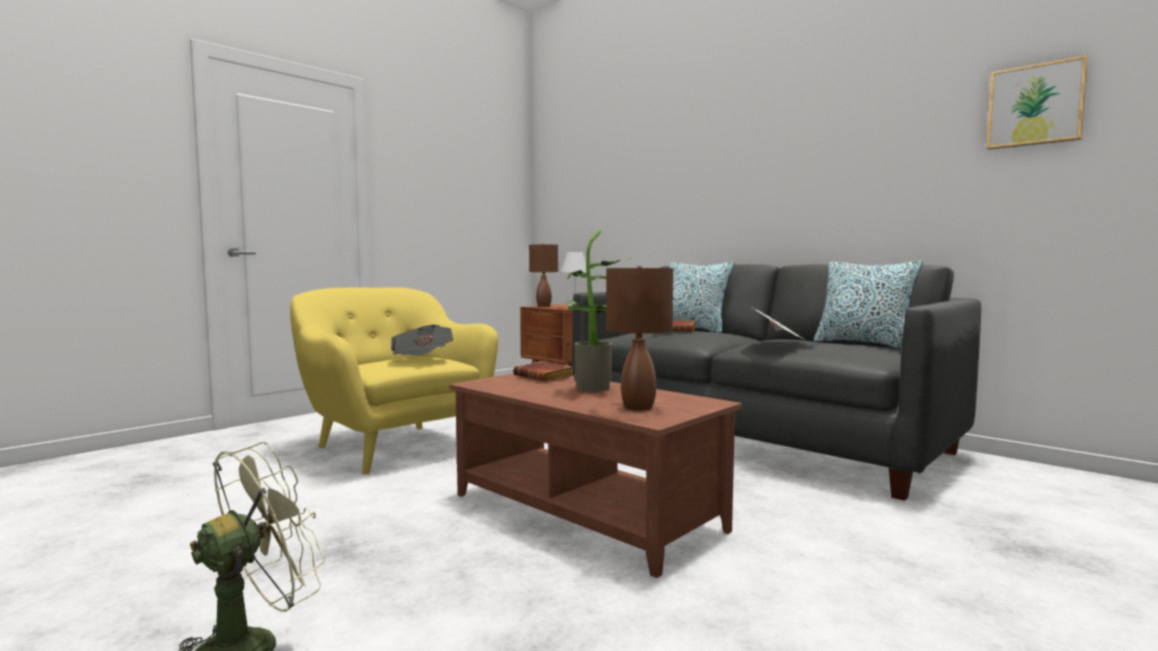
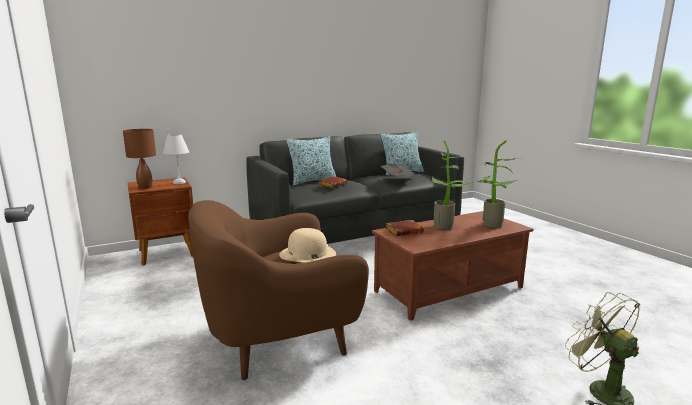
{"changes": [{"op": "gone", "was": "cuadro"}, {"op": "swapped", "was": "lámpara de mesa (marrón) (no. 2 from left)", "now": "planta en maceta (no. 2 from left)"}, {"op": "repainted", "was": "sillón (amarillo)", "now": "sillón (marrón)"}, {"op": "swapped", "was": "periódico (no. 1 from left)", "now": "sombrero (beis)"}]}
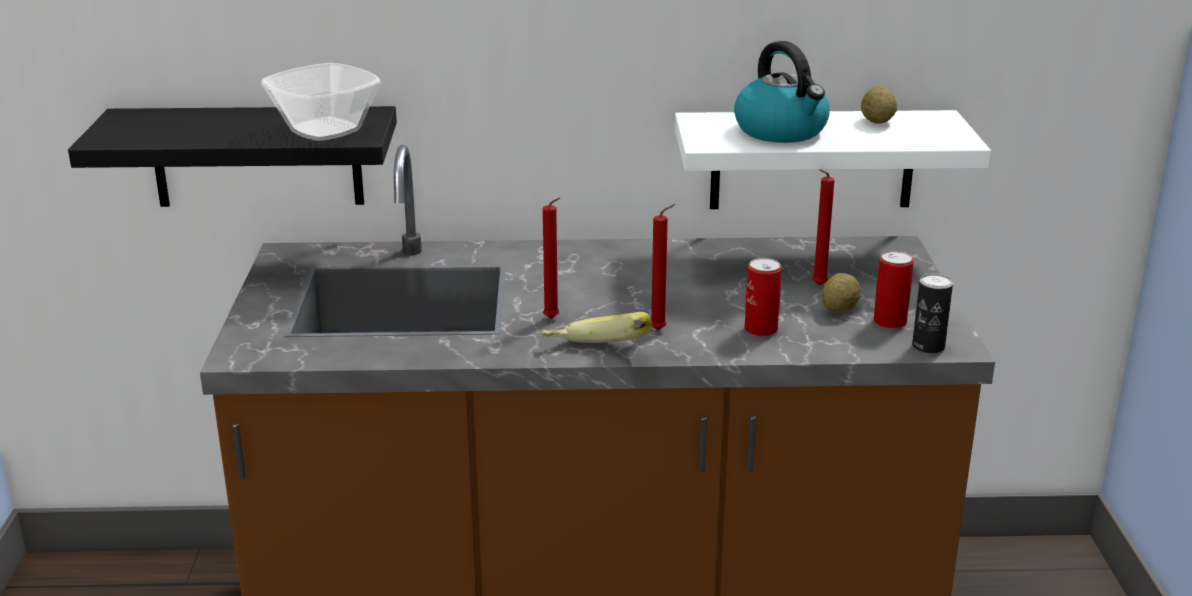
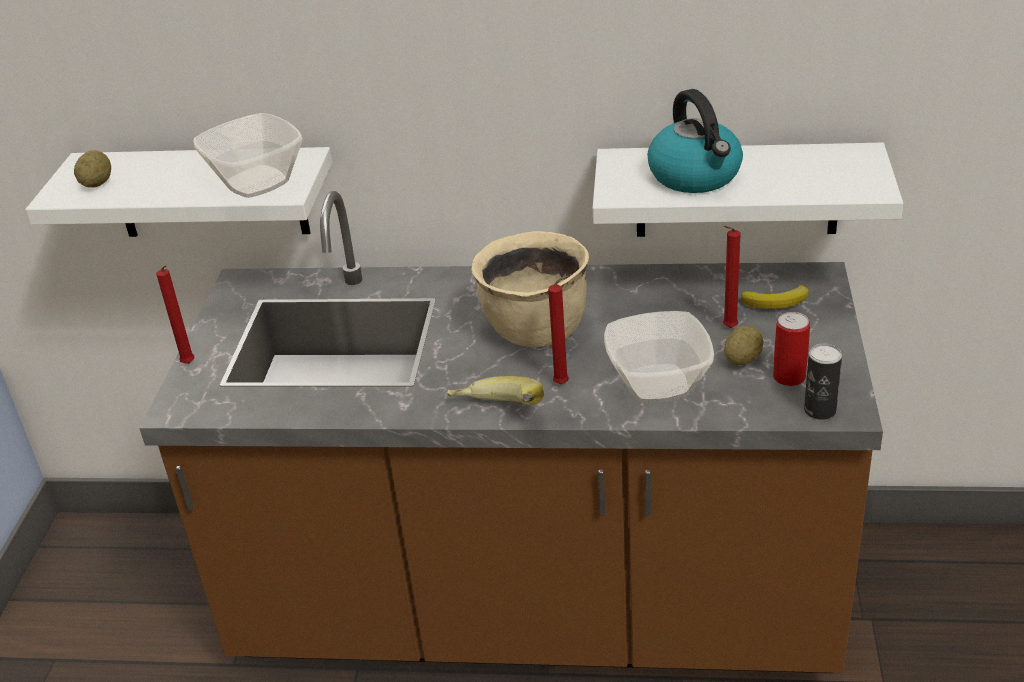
{"changes": [{"op": "shifted", "was": "patata (no. 2 from left in the first image)", "now": "patata (no. 1 from left)"}, {"op": "repainted", "was": "estante (negro)", "now": "estante (blanco) (no. 1 from left)"}, {"op": "shifted", "was": "vela (rojo) (no. 1 from left)"}, {"op": "swapped", "was": "lata (no. 1 from left)", "now": "cuenco (no. 2 from left)"}, {"op": "new", "now": "olla (beis)"}, {"op": "new", "now": "plátano (no. 2 from left)"}]}
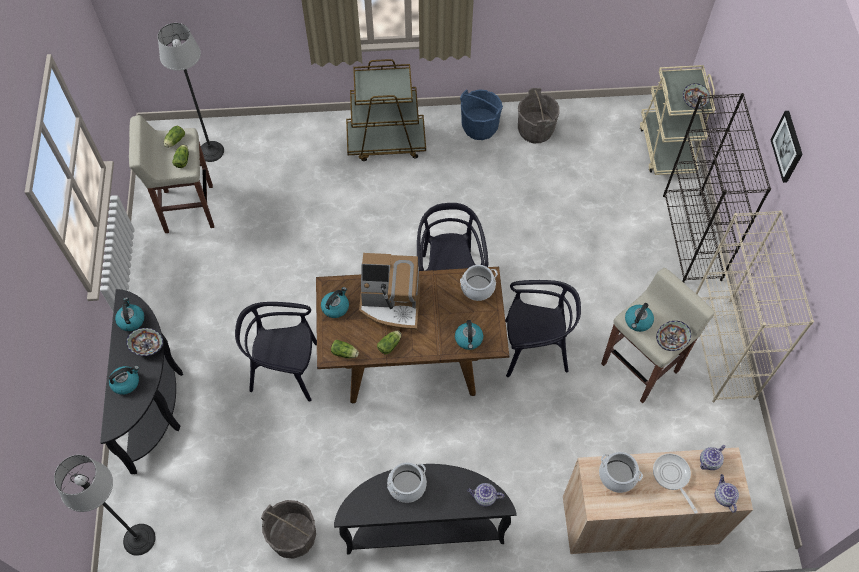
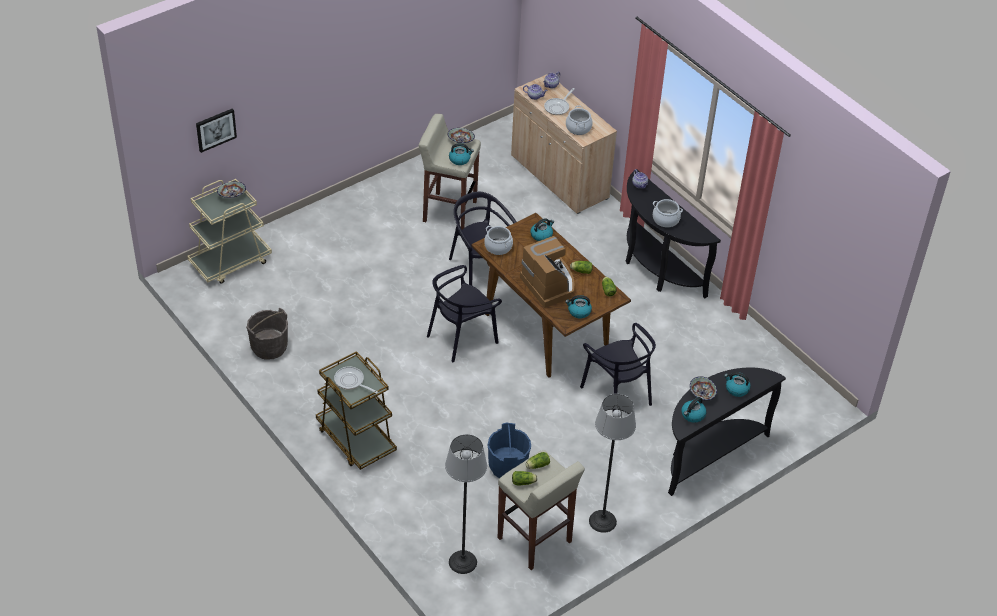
{"changes": [{"op": "shifted", "was": "cubo (azul)"}, {"op": "gone", "was": "estantería (negro)"}, {"op": "shifted", "was": "cuadro"}, {"op": "gone", "was": "estantería (beis)"}, {"op": "shifted", "was": "lámpara de pie (no. 1 from left in the first image)", "now": "lámpara de pie (no. 2 from left)"}, {"op": "gone", "was": "cubo (gris) (no. 1 from left)"}, {"op": "new", "now": "sartén (no. 1 from left)"}]}
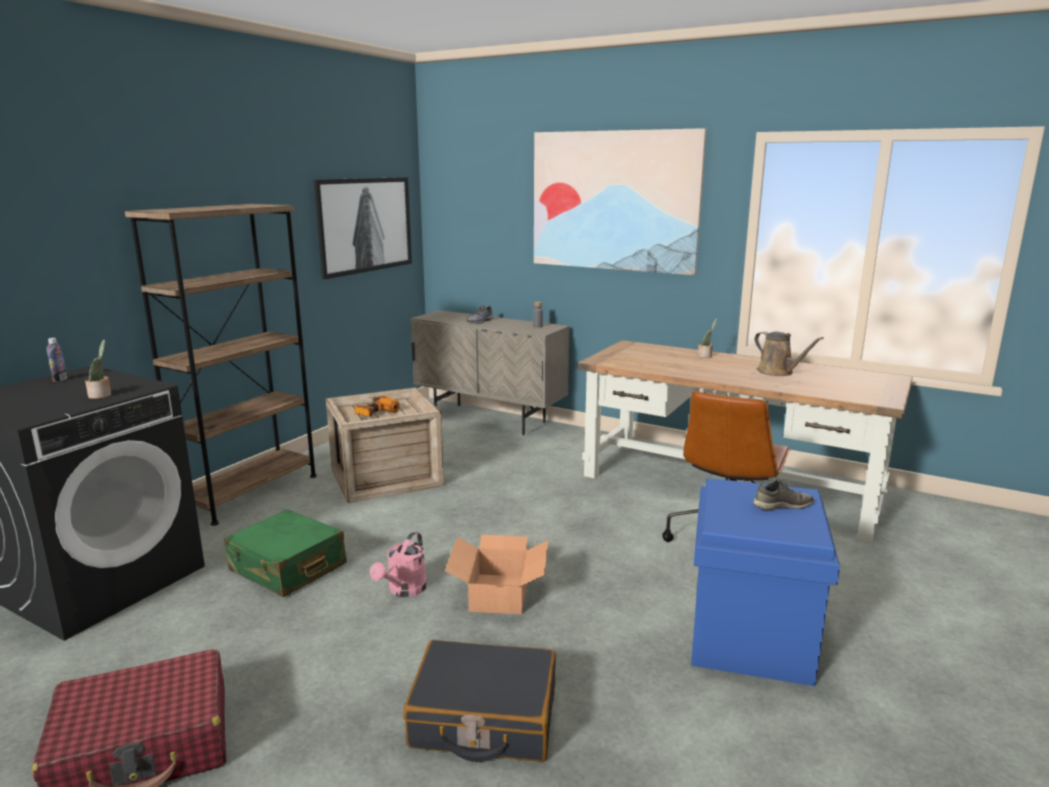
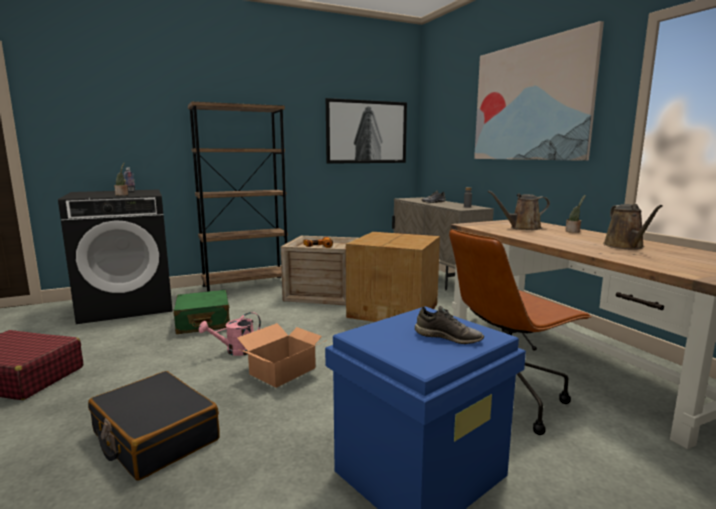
{"changes": [{"op": "new", "now": "regadera (marrón) (no. 1 from left)"}, {"op": "new", "now": "caja de cartón (no. 2 from left)"}]}
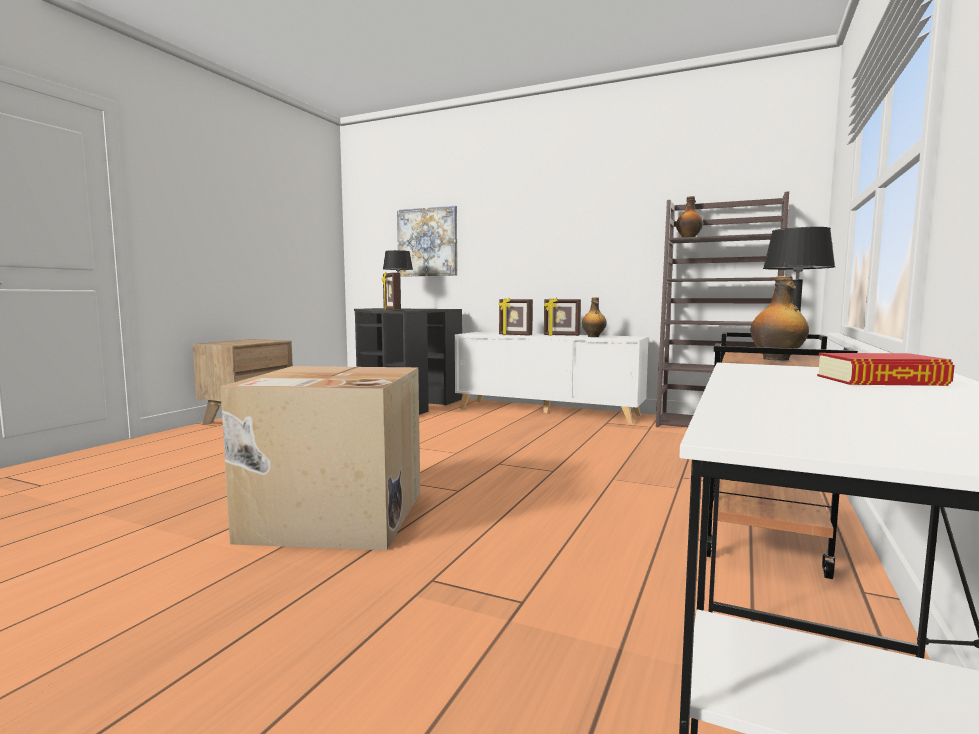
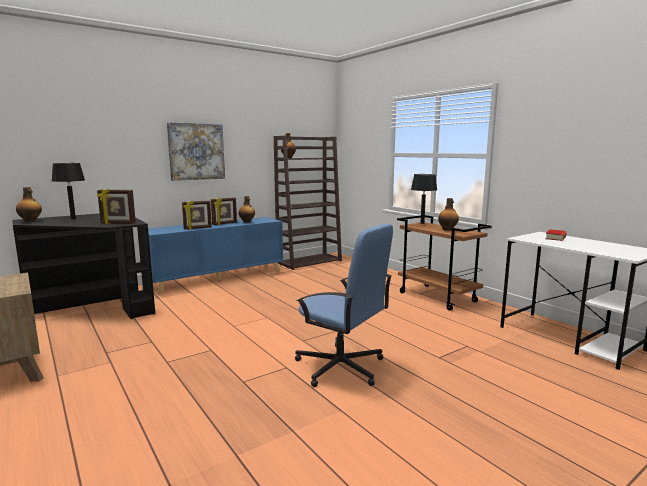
{"changes": [{"op": "shifted", "was": "cuadro"}, {"op": "repainted", "was": "armario (blanco)", "now": "armario (azul)"}, {"op": "swapped", "was": "caja de cartón", "now": "silla de oficina (azul)"}, {"op": "new", "now": "botella (no. 1 from left)"}]}
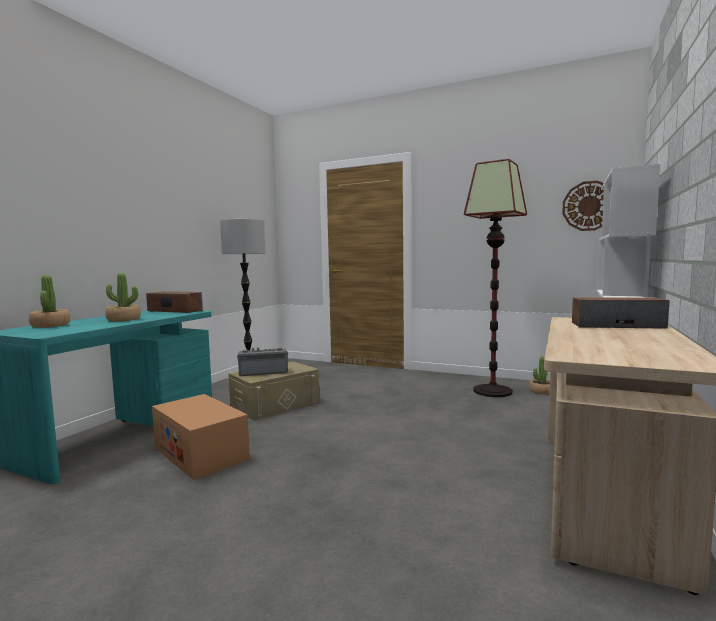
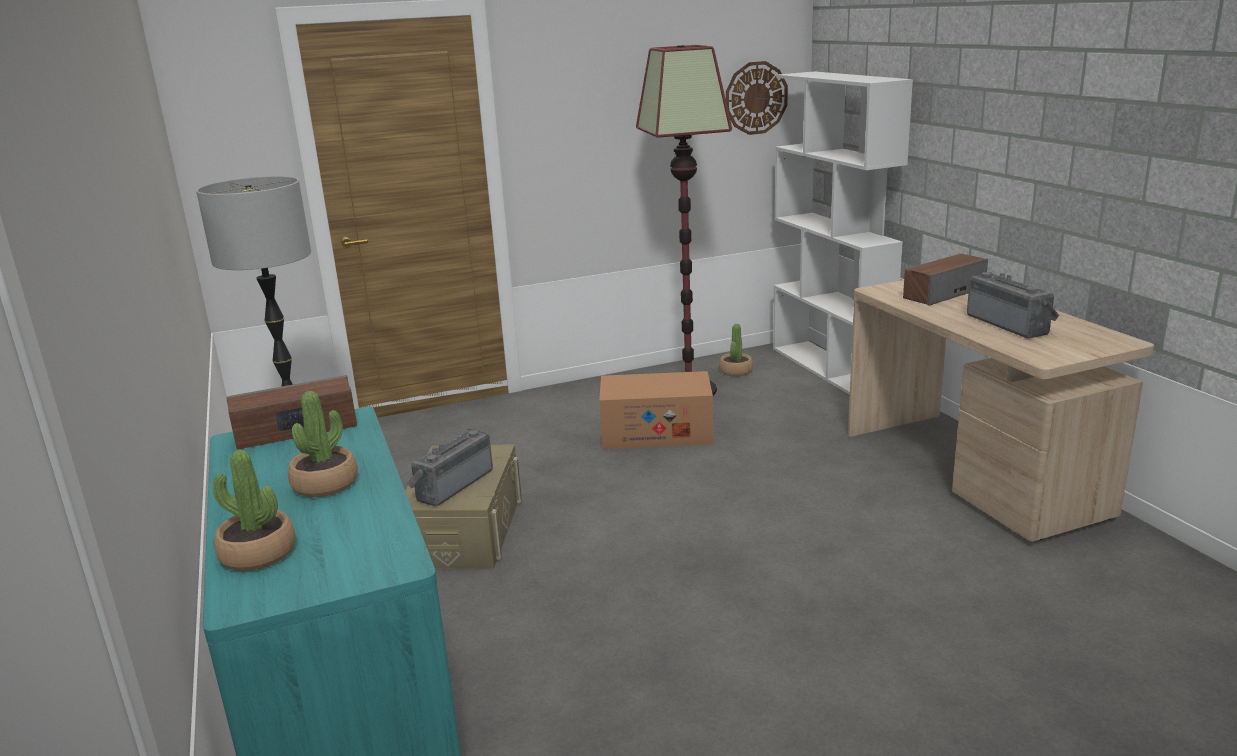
{"changes": [{"op": "shifted", "was": "caja de cartón"}, {"op": "new", "now": "radio (no. 2 from left)"}]}
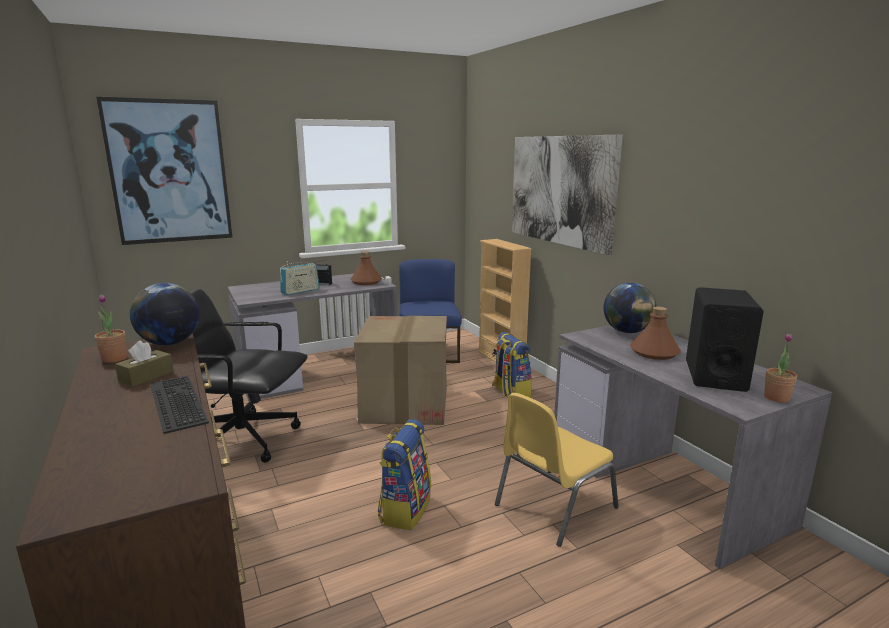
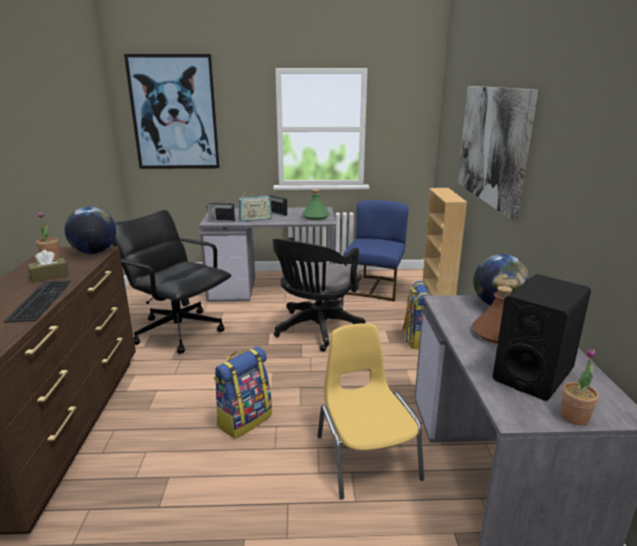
{"changes": [{"op": "repainted", "was": "botella (marrón) (no. 1 from left)", "now": "botella (verde)"}, {"op": "swapped", "was": "caja de cartón", "now": "silla de oficina (negro) (no. 2 from left)"}, {"op": "rotated", "was": "silla (amarillo)", "clockwise": 90}, {"op": "new", "now": "radio (no. 1 from left)"}]}
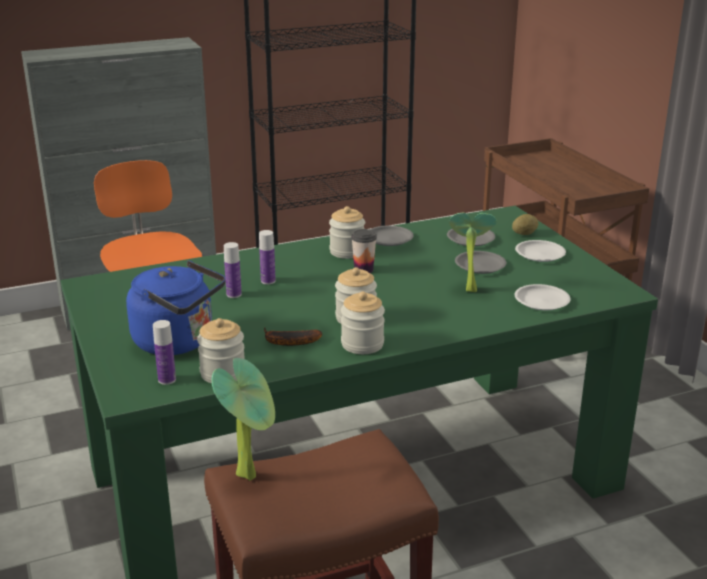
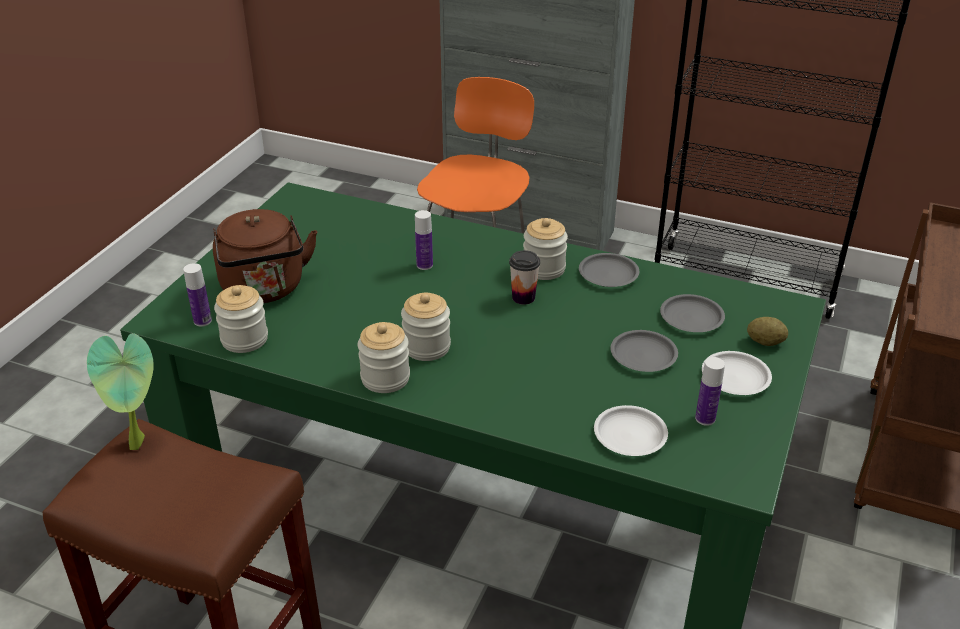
{"changes": [{"op": "gone", "was": "planta en maceta (no. 2 from left)"}, {"op": "shifted", "was": "botella (no. 2 from left in the first image)", "now": "botella (no. 3 from left)"}, {"op": "repainted", "was": "hervidor (azul)", "now": "hervidor (marrón)"}, {"op": "gone", "was": "plátano"}]}
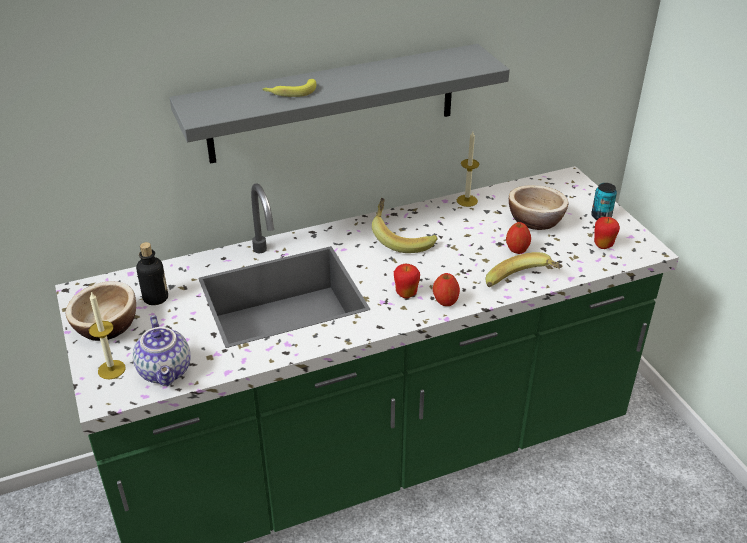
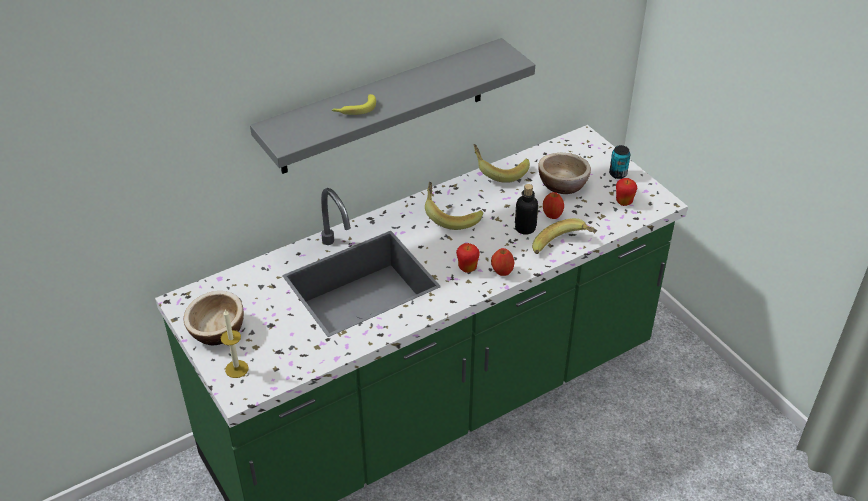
{"changes": [{"op": "swapped", "was": "vela (no. 2 from left)", "now": "plátano (no. 3 from left)"}, {"op": "shifted", "was": "botella"}, {"op": "gone", "was": "tetera"}]}
